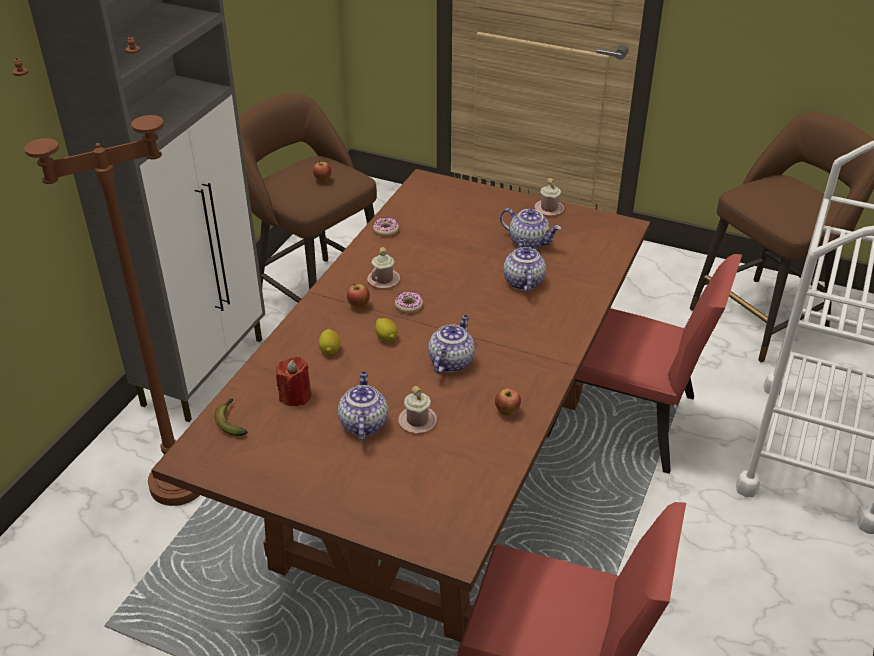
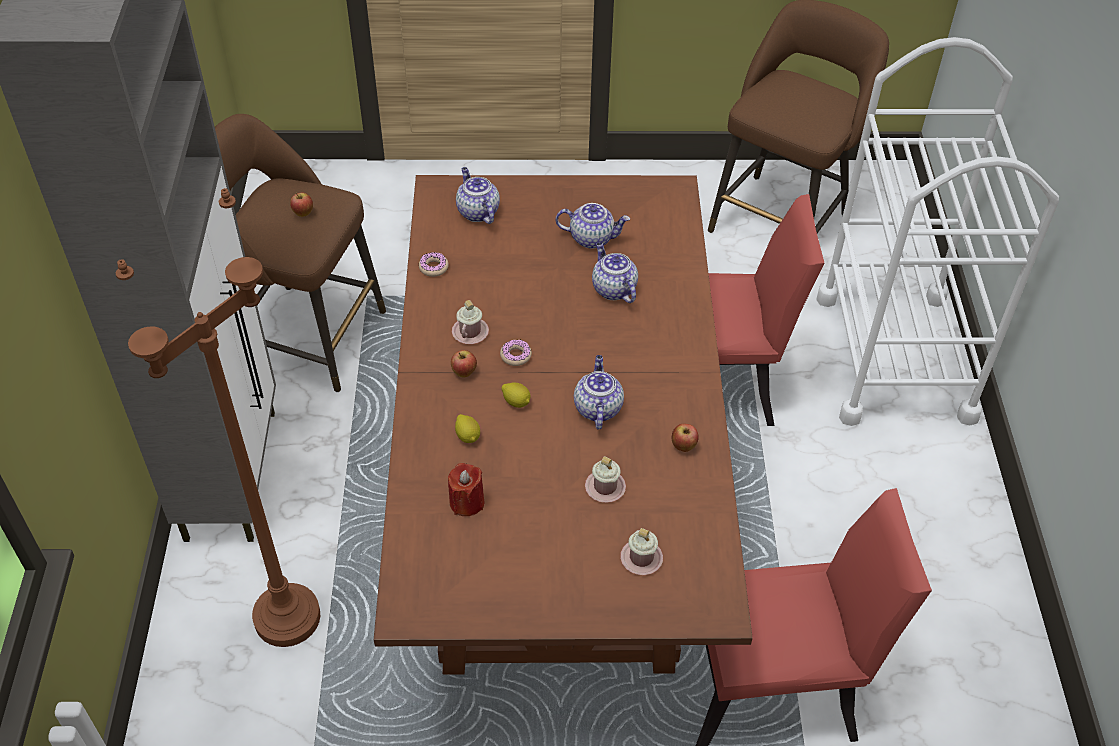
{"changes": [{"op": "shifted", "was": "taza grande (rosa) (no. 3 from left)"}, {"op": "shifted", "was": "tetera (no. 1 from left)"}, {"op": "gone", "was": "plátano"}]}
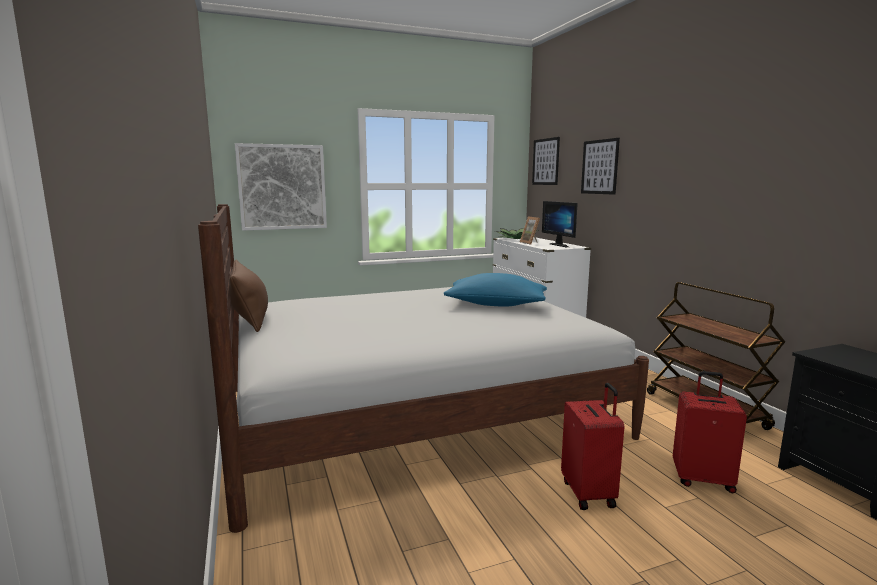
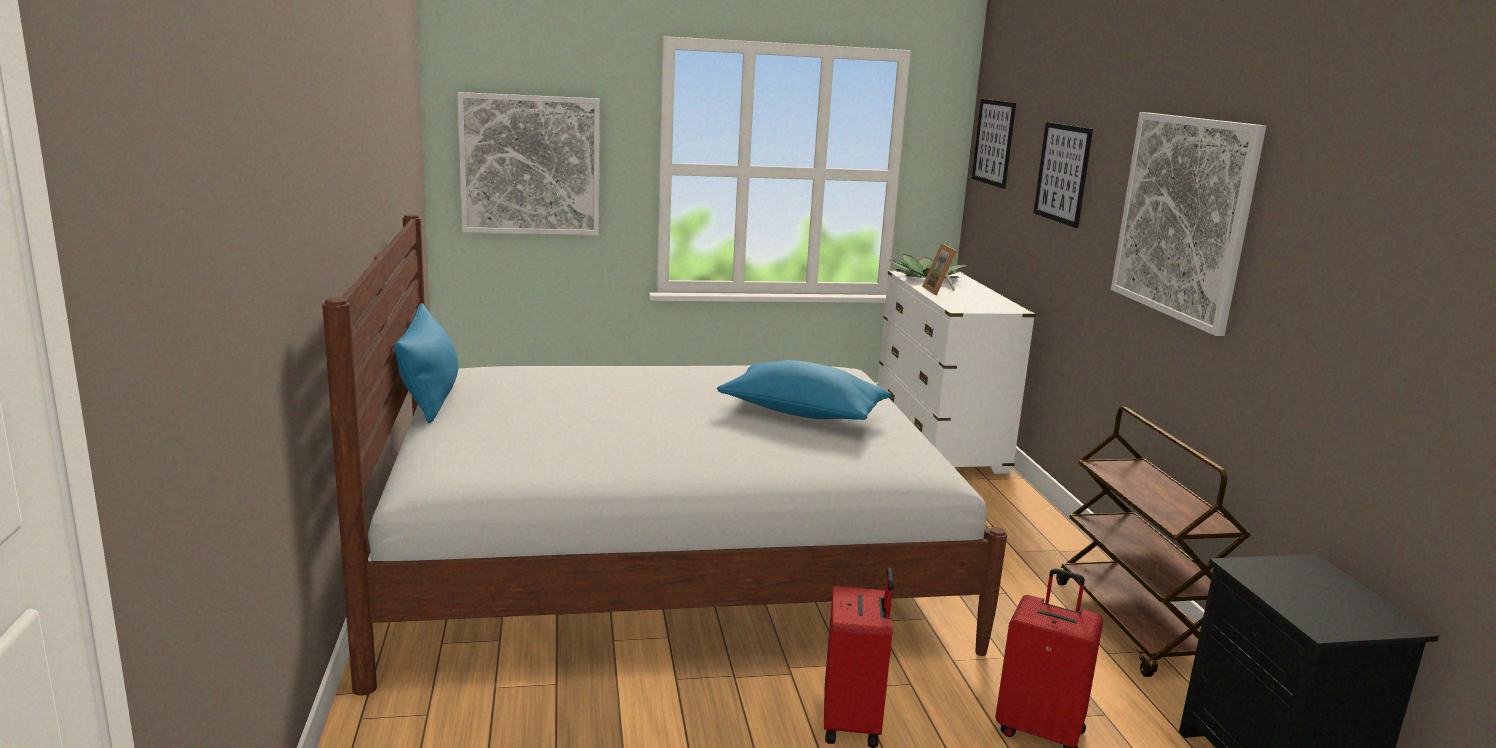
{"changes": [{"op": "gone", "was": "monitor"}, {"op": "repainted", "was": "cojín (marrón)", "now": "cojín (azul) (no. 1 from left)"}, {"op": "new", "now": "cuadro (no. 4 from left)"}]}
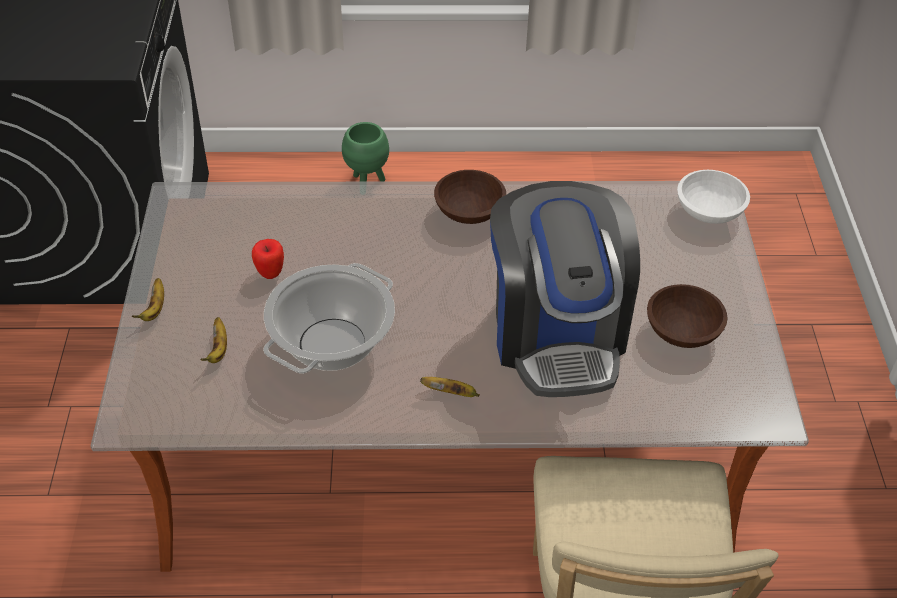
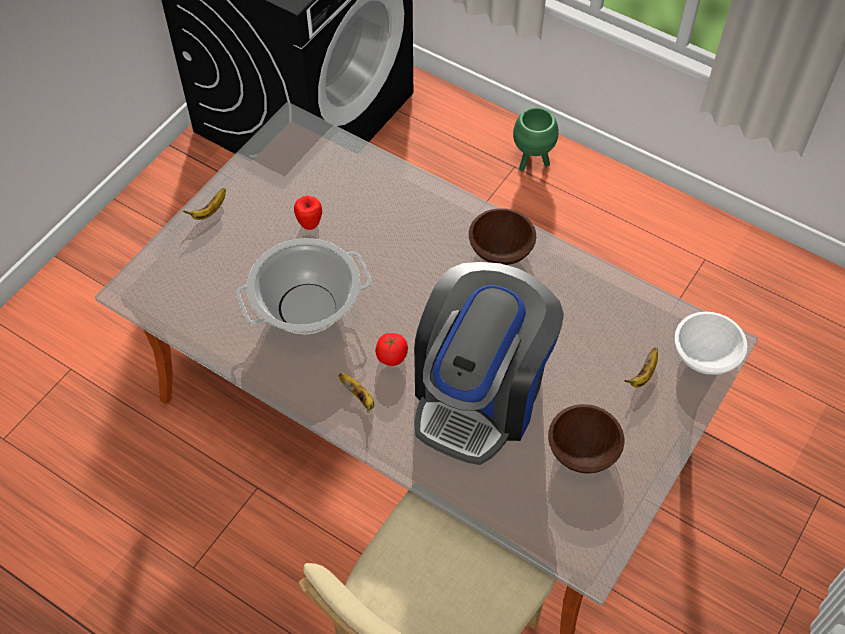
{"changes": [{"op": "shifted", "was": "plátano (no. 2 from left in the first image)", "now": "plátano (no. 3 from left)"}, {"op": "new", "now": "tomate"}]}
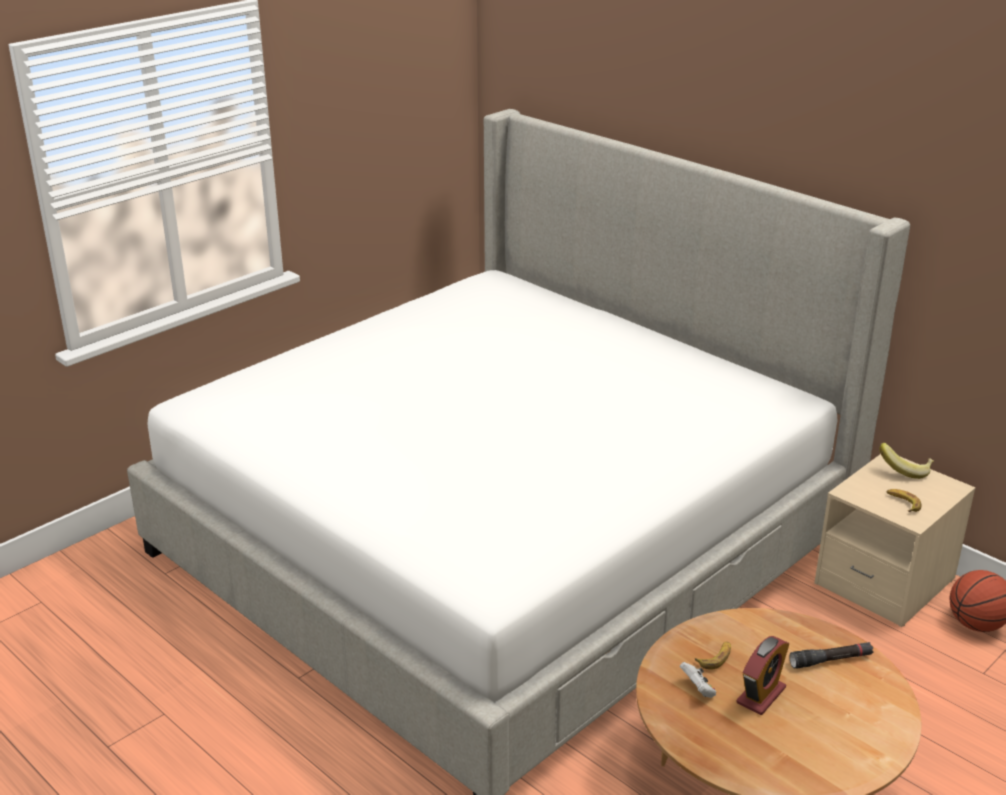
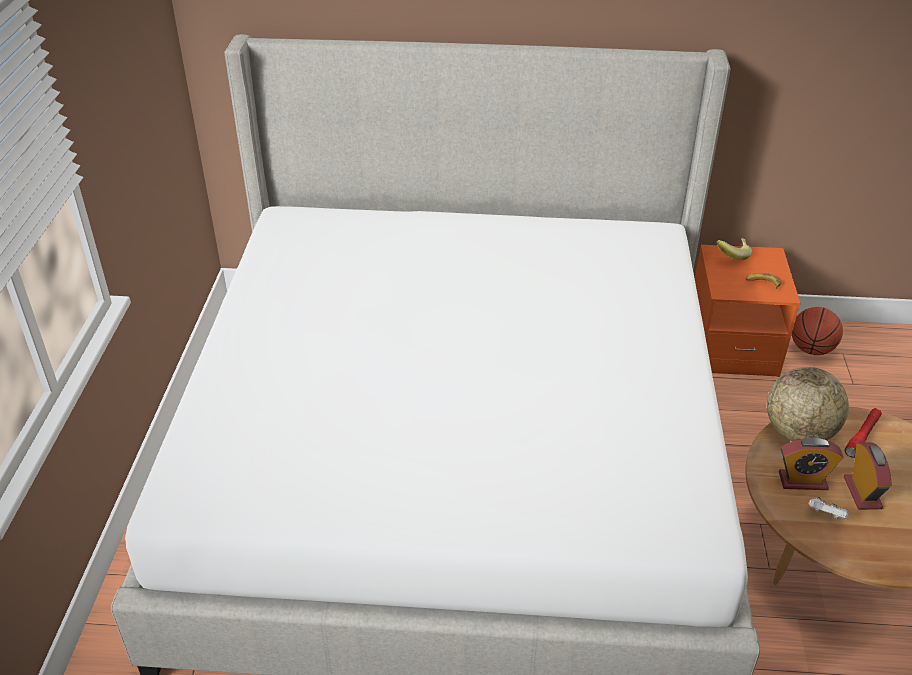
{"changes": [{"op": "repainted", "was": "mesita de noche (beis)", "now": "mesita de noche (naranja)"}, {"op": "swapped", "was": "plátano (no. 1 from left)", "now": "despertador (no. 1 from left)"}, {"op": "repainted", "was": "linterna (negro)", "now": "linterna (rojo)"}, {"op": "new", "now": "globo terráqueo"}]}
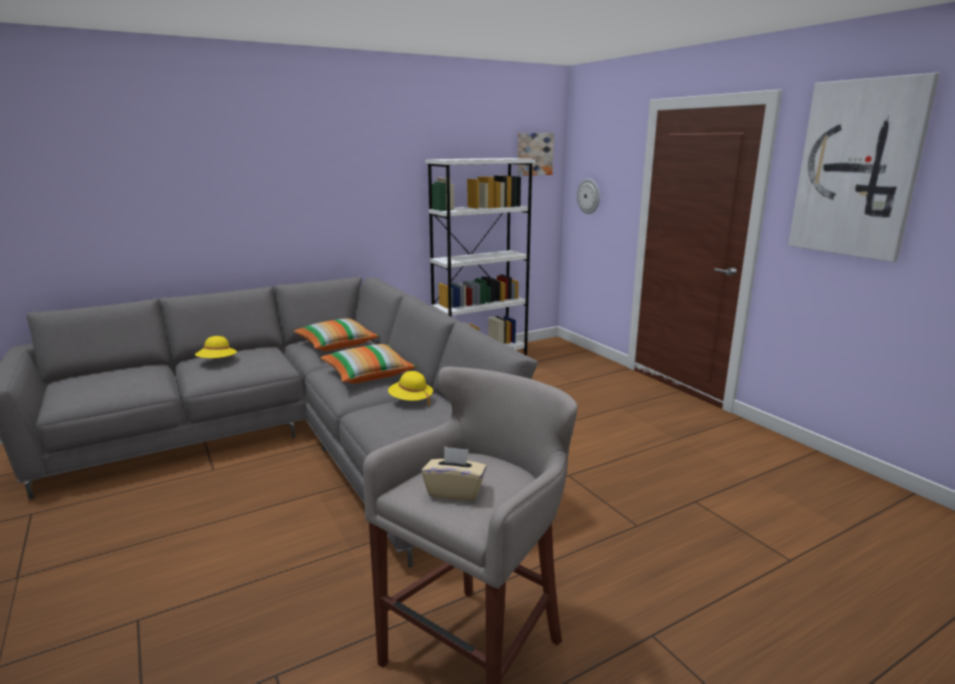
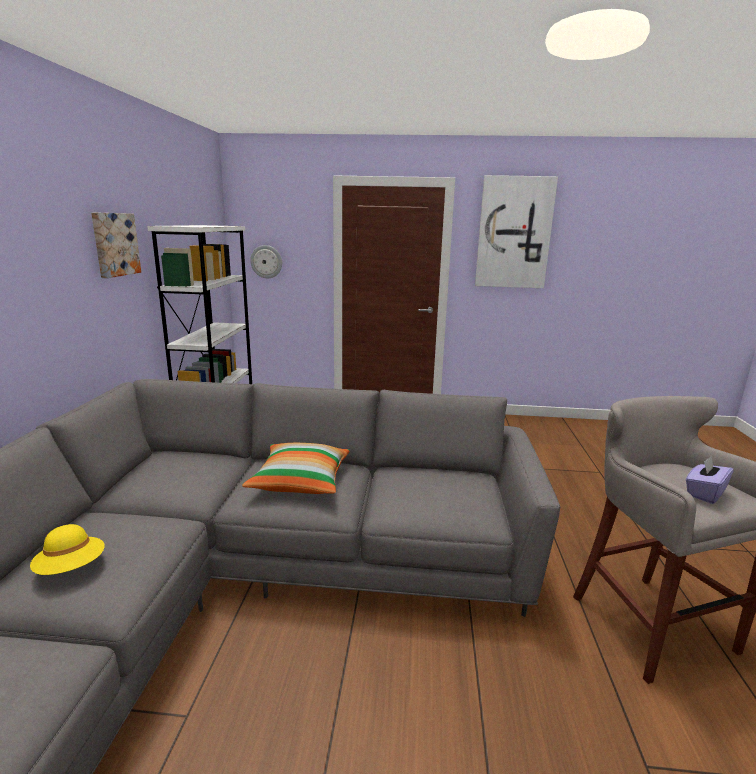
{"changes": [{"op": "shifted", "was": "cuadro (no. 1 from left)"}, {"op": "gone", "was": "cojín (no. 1 from left)"}, {"op": "gone", "was": "sombrero (amarillo) (no. 2 from left)"}, {"op": "repainted", "was": "caja de pañuelos (beis)", "now": "caja de pañuelos (morado)"}]}
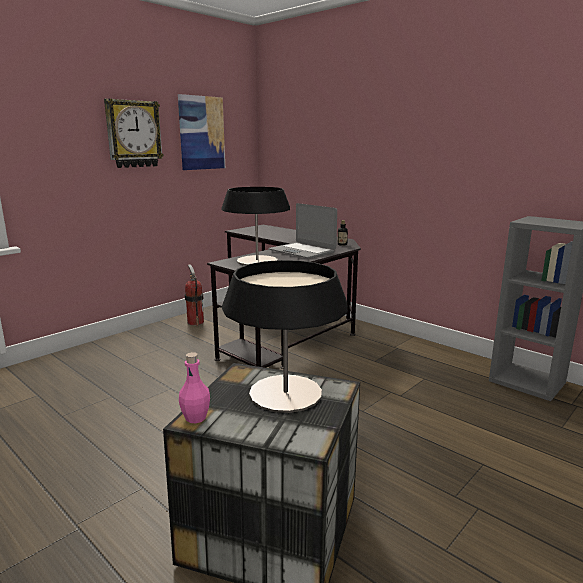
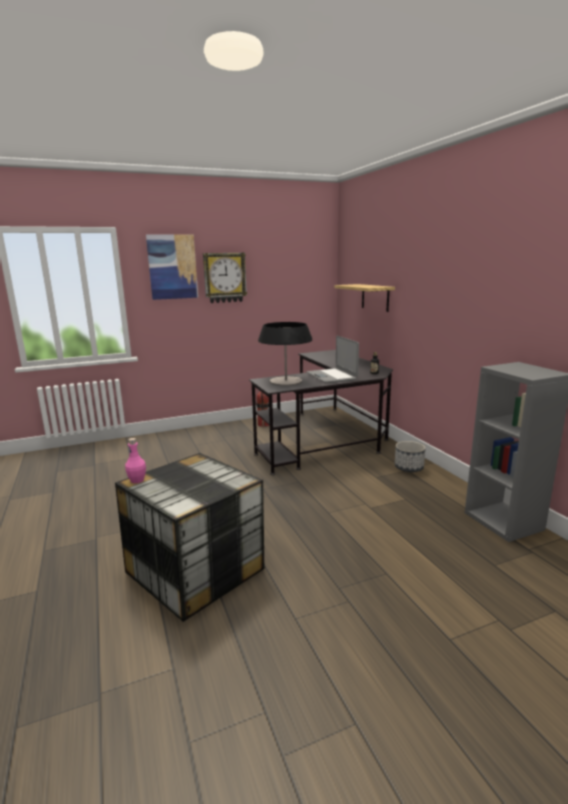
{"changes": [{"op": "shifted", "was": "cuadro"}, {"op": "gone", "was": "lámpara de mesa (no. 2 from left)"}, {"op": "new", "now": "estante"}, {"op": "new", "now": "maceta"}]}
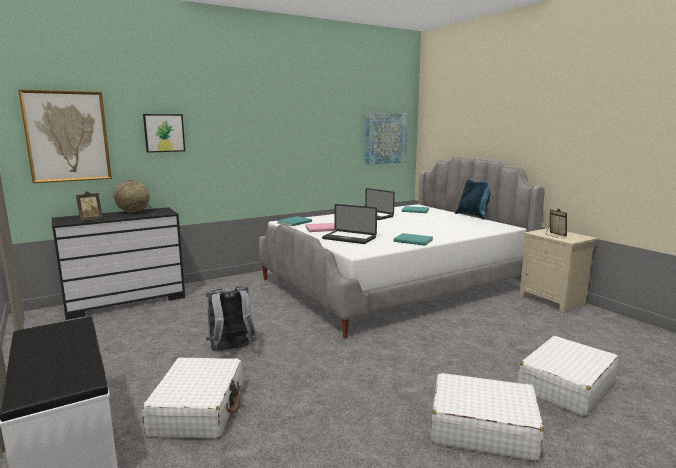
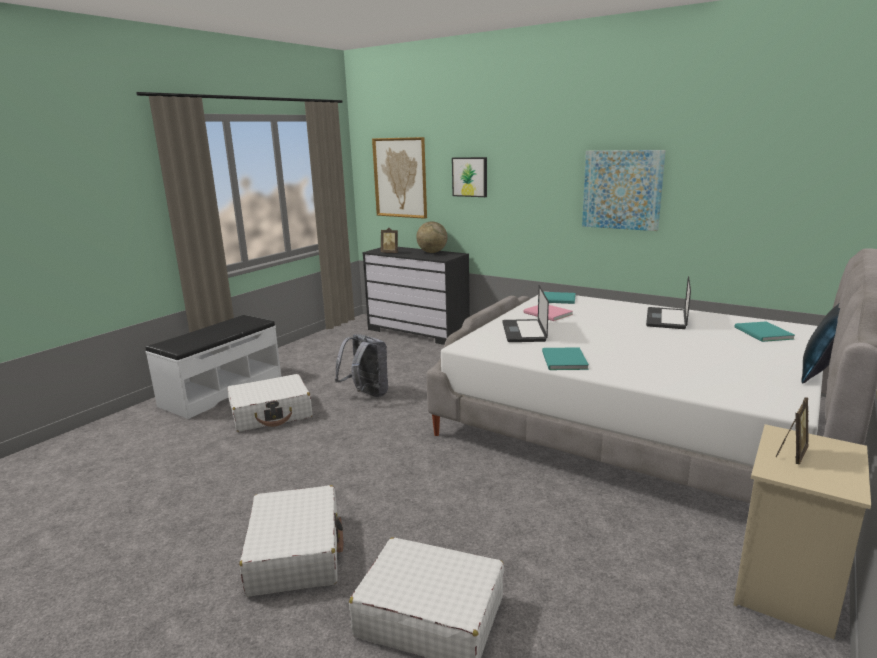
{"changes": [{"op": "shifted", "was": "cuadro (no. 3 from left)"}]}
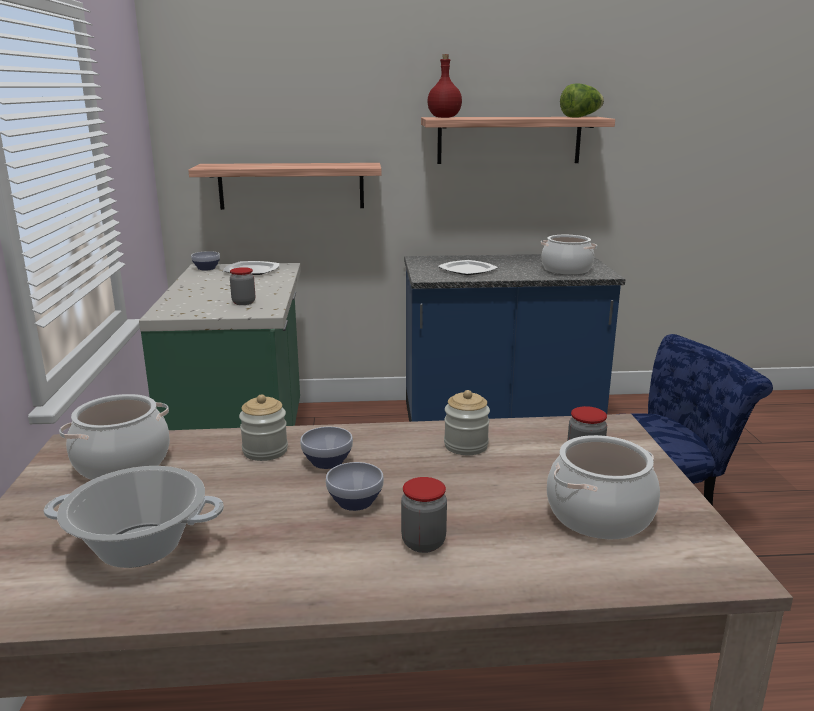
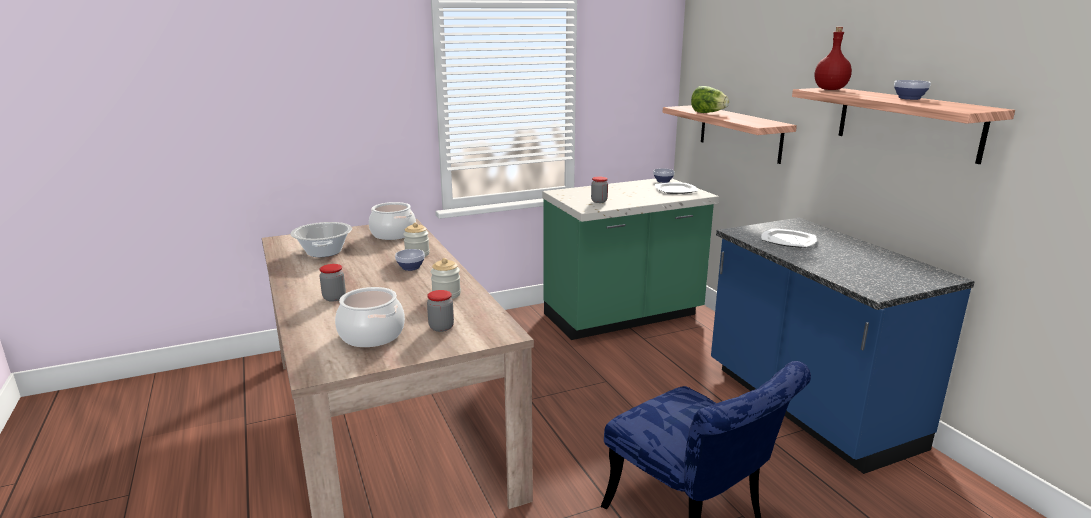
{"changes": [{"op": "shifted", "was": "lechuga"}, {"op": "gone", "was": "olla (no. 3 from left)"}, {"op": "shifted", "was": "cuenco (no. 3 from left)"}]}
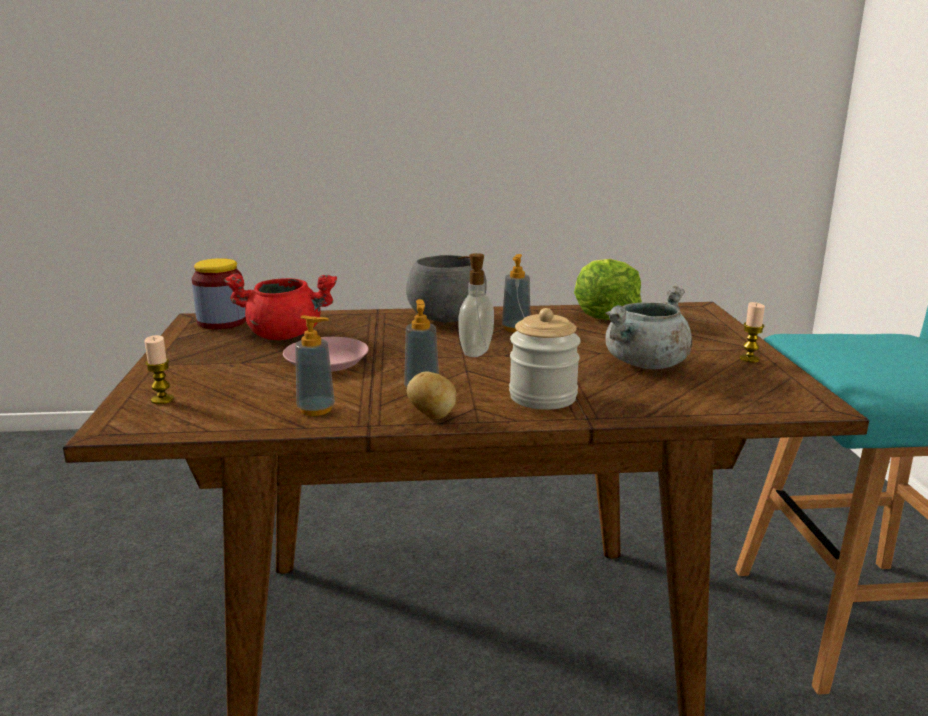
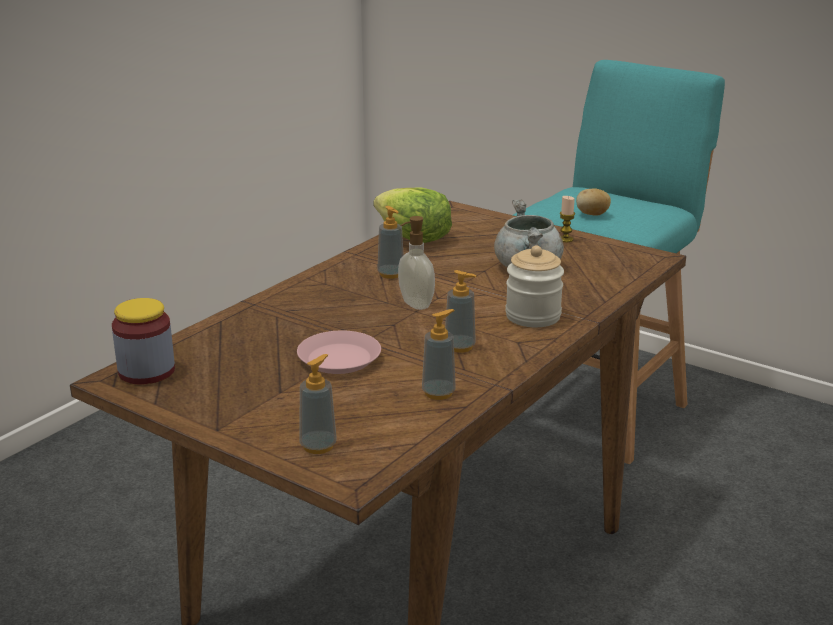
{"changes": [{"op": "gone", "was": "cuenco (gris)"}, {"op": "gone", "was": "olla (rojo)"}, {"op": "swapped", "was": "vela (no. 1 from left)", "now": "dispensador de jabón (no. 1 from left)"}, {"op": "shifted", "was": "patata"}]}
